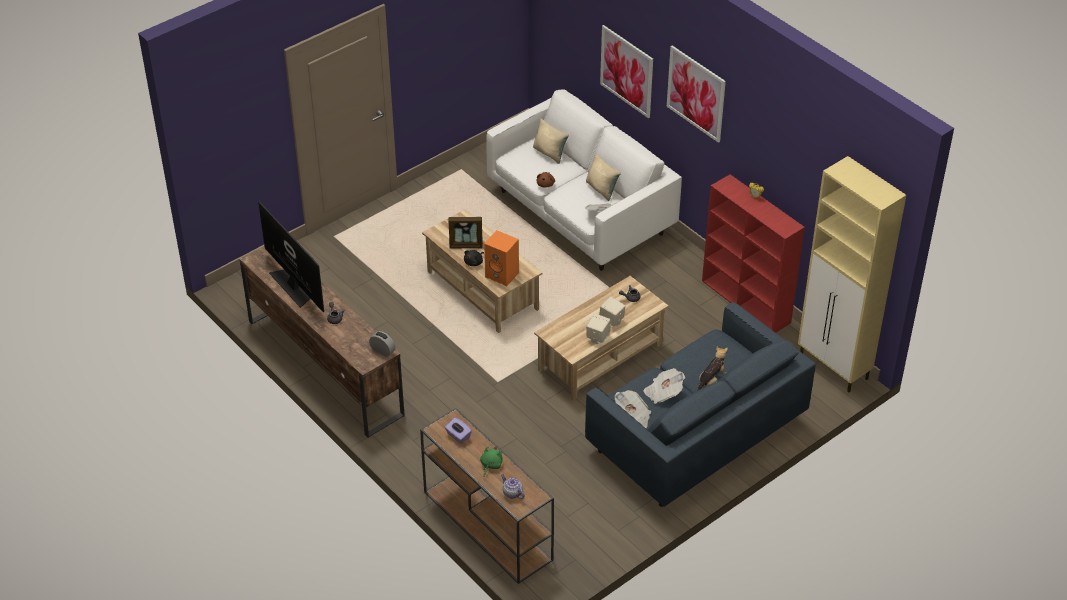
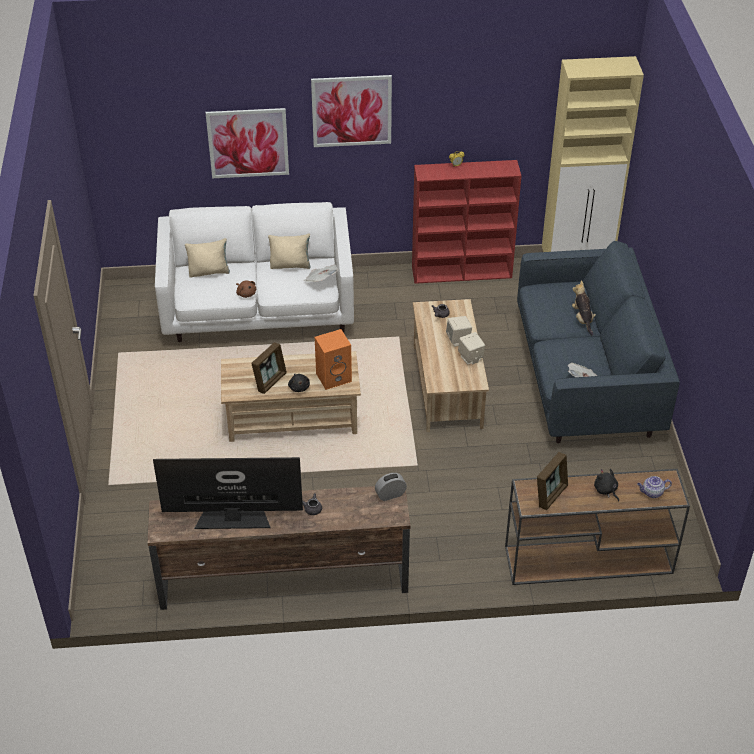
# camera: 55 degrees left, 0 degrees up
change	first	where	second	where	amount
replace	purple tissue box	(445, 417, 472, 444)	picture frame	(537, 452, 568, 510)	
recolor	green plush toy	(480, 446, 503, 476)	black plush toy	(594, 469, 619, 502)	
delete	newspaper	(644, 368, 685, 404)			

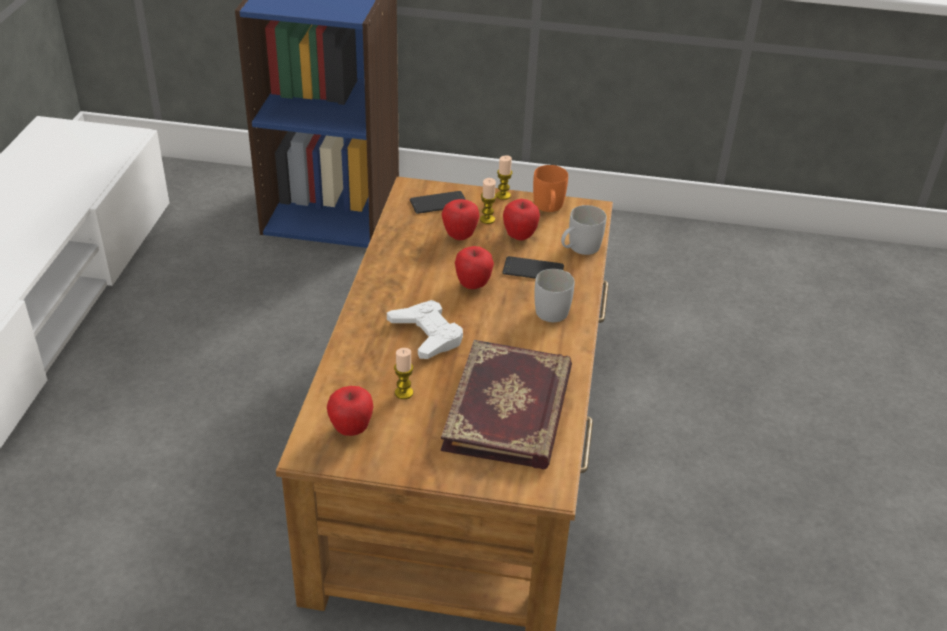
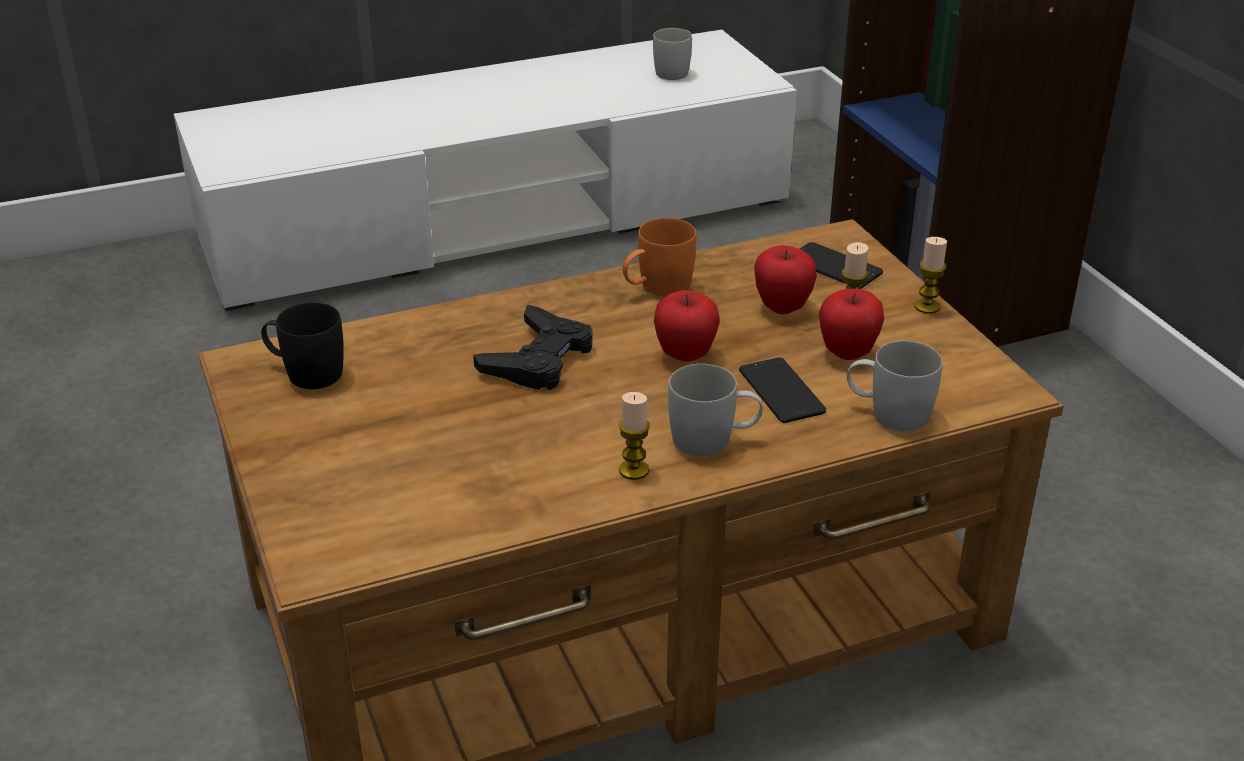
# camera: 60 degrees right, 5 degrees down
change	first	where	second	where	amount
replace	apple	(327, 386, 374, 436)	black mug	(261, 302, 344, 389)	
recolor	white game controller	(387, 300, 463, 359)	black game controller	(473, 305, 593, 390)	
move	candle	(394, 348, 413, 399)		(619, 392, 650, 480)	
delete	book	(441, 340, 572, 469)			
move	orange mug	(533, 165, 568, 212)		(623, 218, 696, 296)	
insert			white mug	(653, 28, 692, 80)	

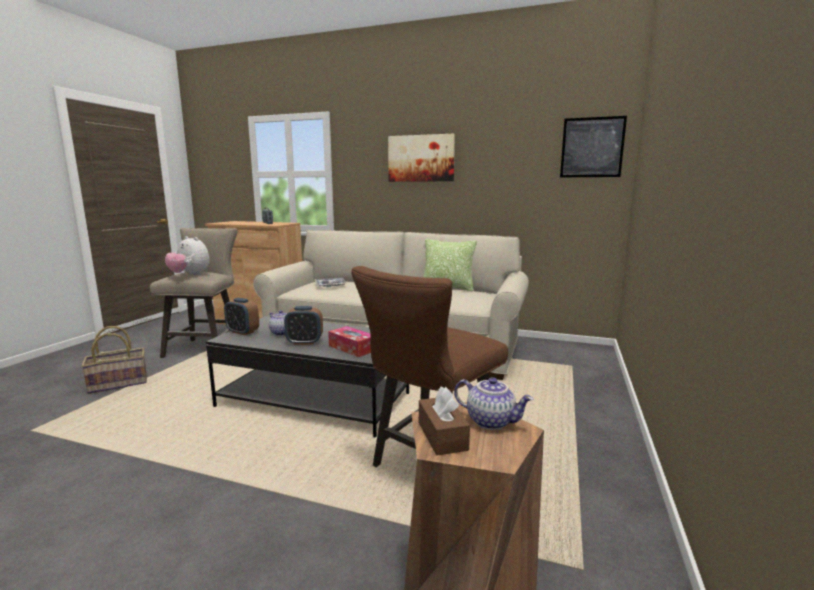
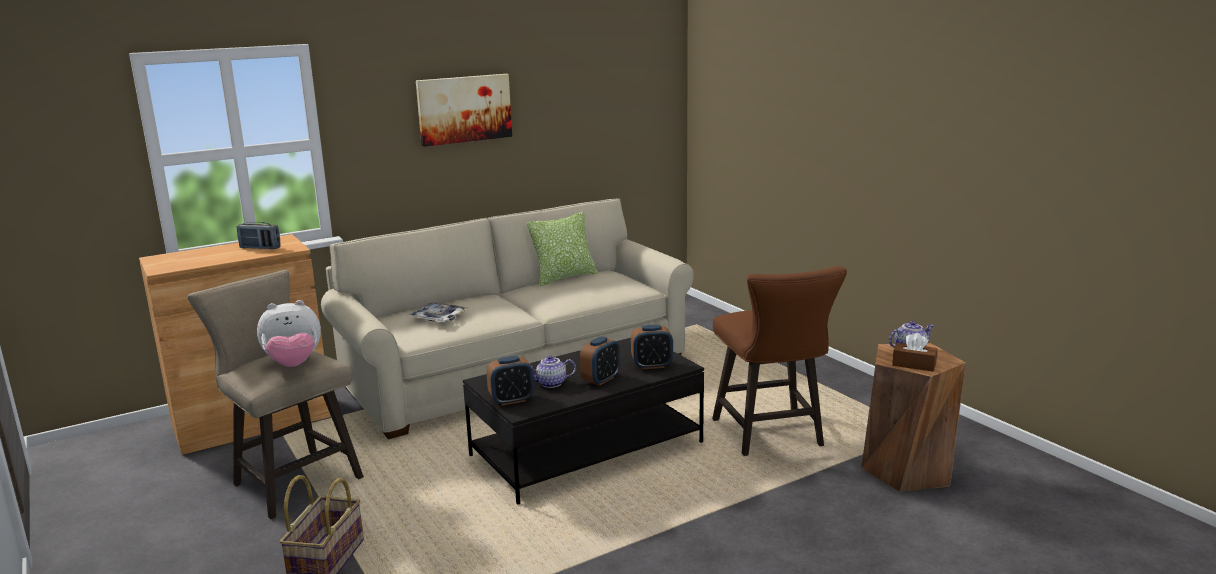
# camera: 50 degrees left, 5 degrees up
change	first	where	second	where	amount
replace	tissue box	(328, 326, 371, 357)	alarm clock	(631, 325, 673, 369)	
delete	picture	(560, 116, 627, 178)			

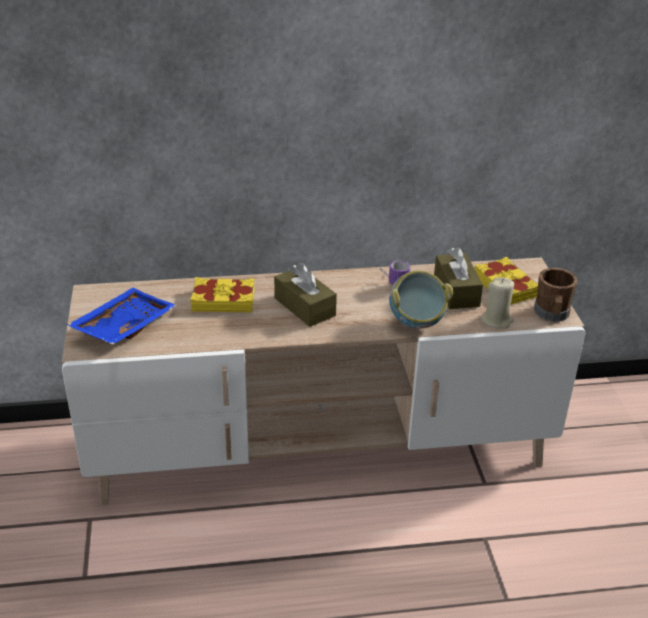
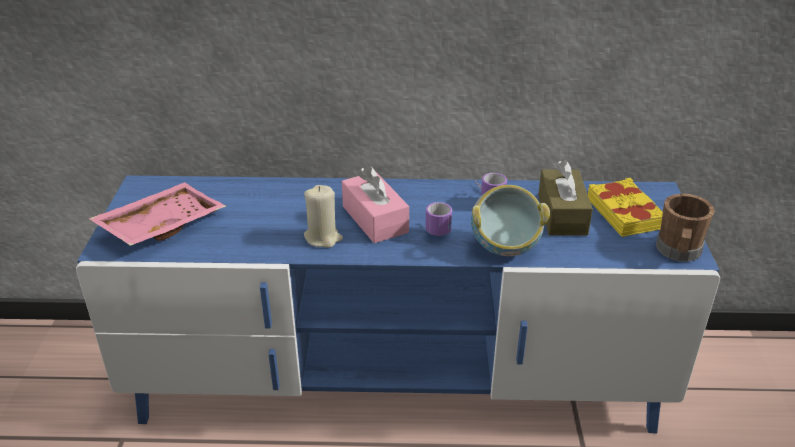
# camera: 10 degrees right, 0 degrees up
change	first	where	second	where	amount
recolor	beige tv stand	(62, 258, 586, 505)	blue tv stand	(76, 175, 720, 433)	
recolor	blue tray	(67, 288, 177, 345)	pink tray	(89, 182, 226, 246)	
delete	yellow book	(190, 277, 254, 312)			
recolor	brown tissue box	(274, 263, 337, 327)	pink tissue box	(342, 166, 409, 243)	
move	beige candle	(481, 277, 514, 328)		(304, 185, 343, 248)	
insert			mug	(425, 202, 452, 236)	

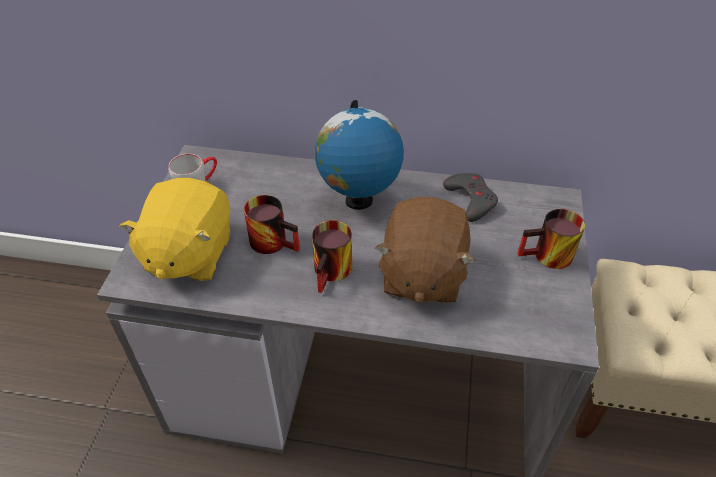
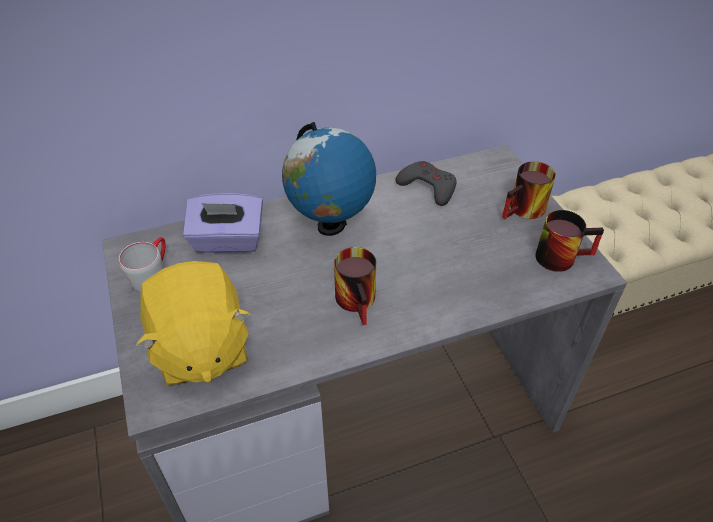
# camera: 30 degrees left, 0 degrees up
change	first	where	second	where	amount
move	mug	(244, 195, 300, 254)		(535, 210, 604, 272)	
delete	brown plush toy	(375, 197, 475, 304)			
insert			purple tissue box	(183, 193, 263, 253)	

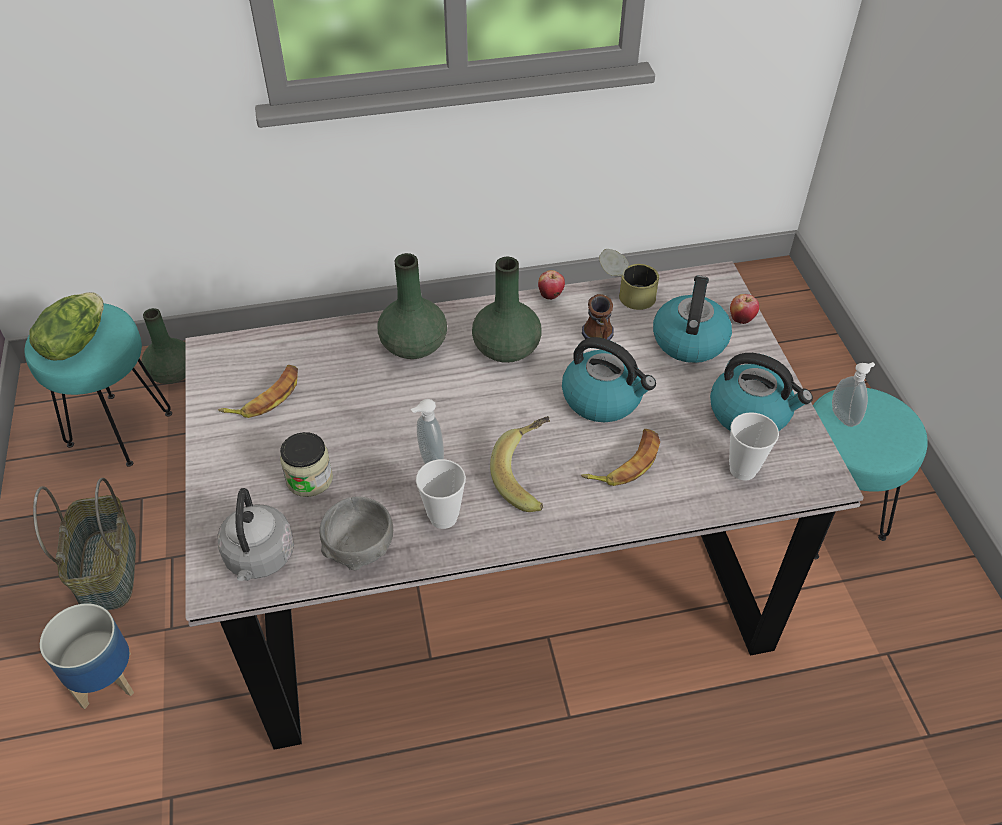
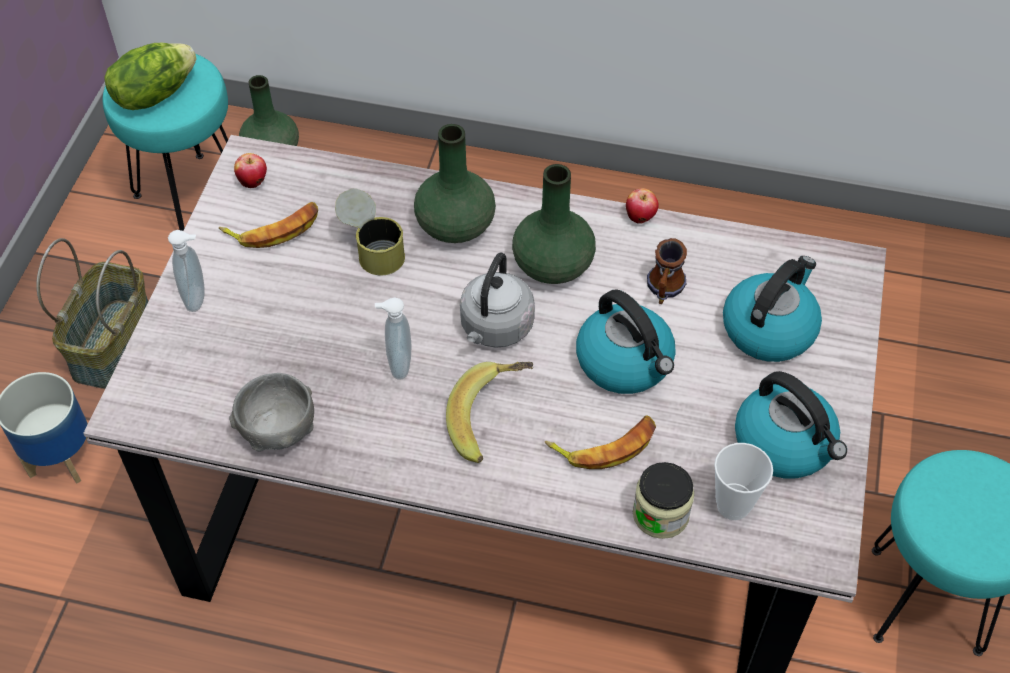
# camera: 25 degrees right, 5 degrees up
change	first	where	second	where	amount
move	grey kettle	(217, 488, 294, 581)		(460, 253, 535, 348)	
move	jar	(280, 432, 333, 497)		(633, 462, 694, 539)	
delete	cup	(416, 459, 466, 529)			
move	can	(599, 249, 659, 310)		(335, 188, 405, 275)	
move	apple	(730, 294, 759, 324)		(234, 153, 267, 188)	
move	soap dispenser	(832, 362, 875, 427)		(168, 230, 205, 312)	

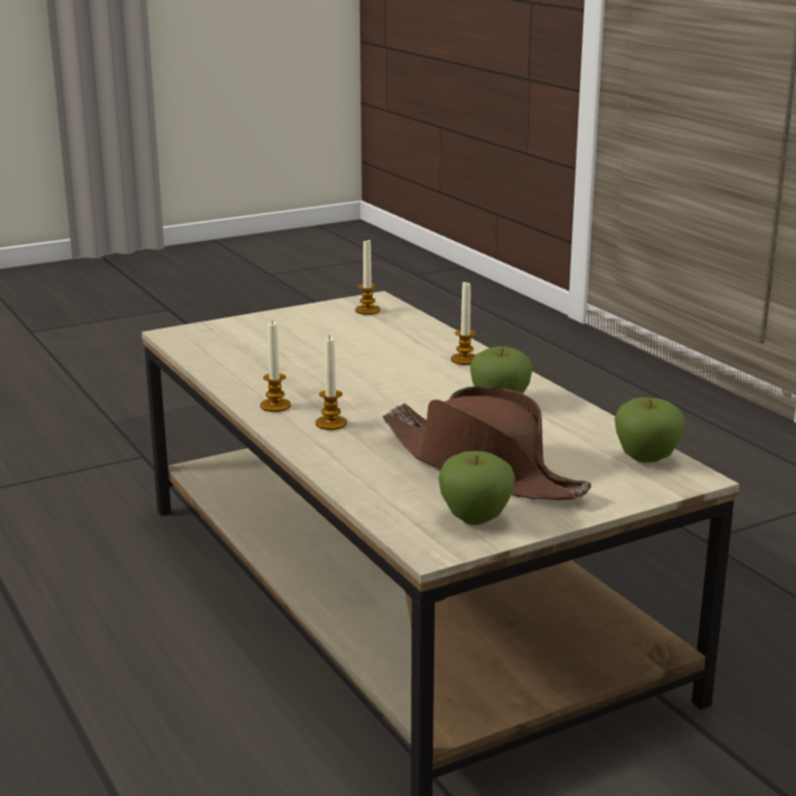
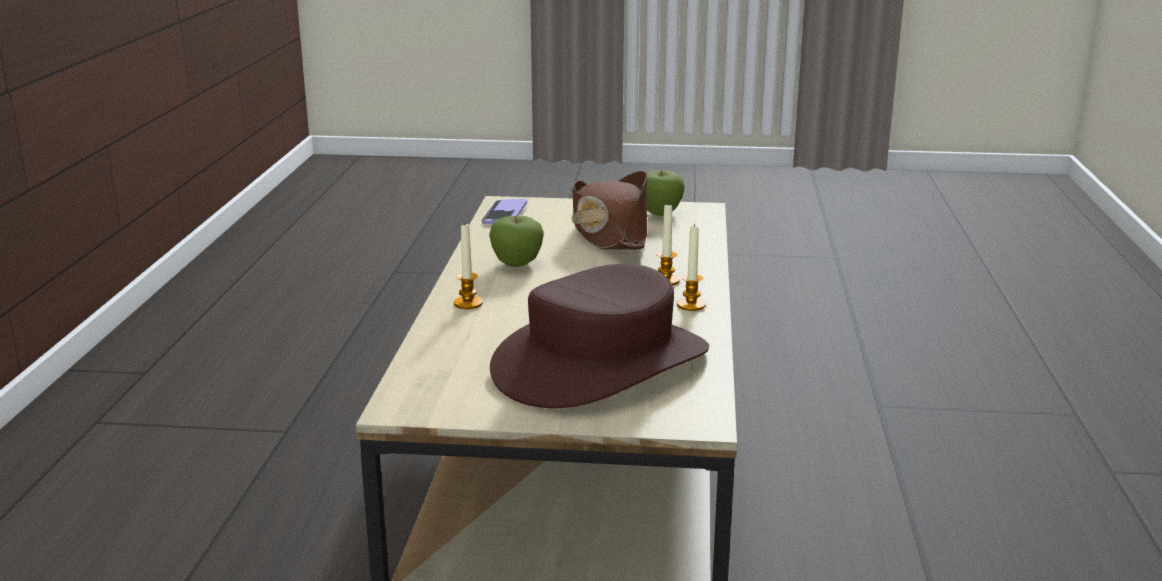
# camera: 145 degrees left, 0 degrees up
change	first	where	second	where	amount
delete	candle	(355, 240, 380, 315)			
replace	apple	(614, 397, 685, 463)	phone	(482, 199, 527, 224)	
insert			brown hat	(490, 264, 709, 408)	

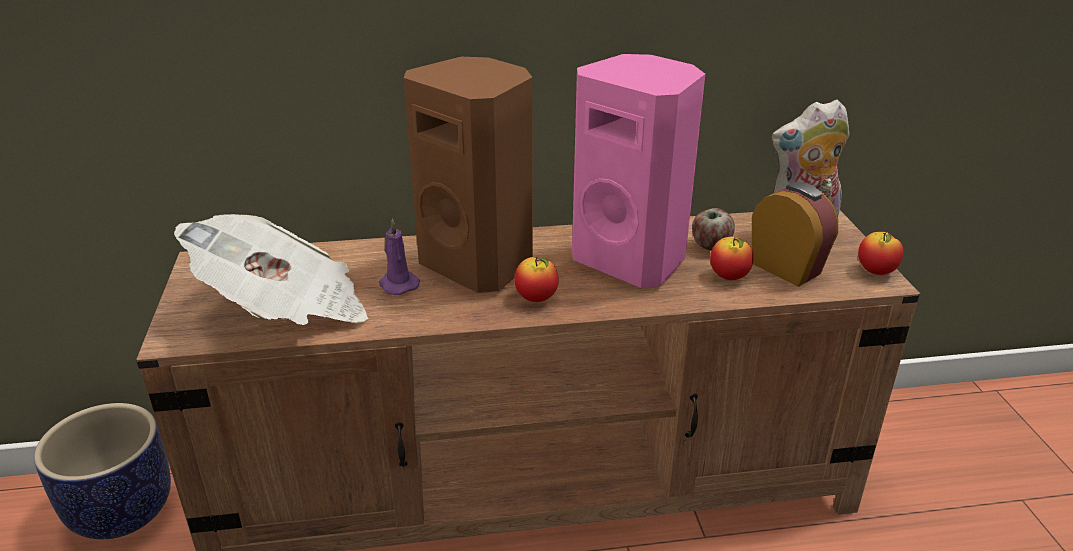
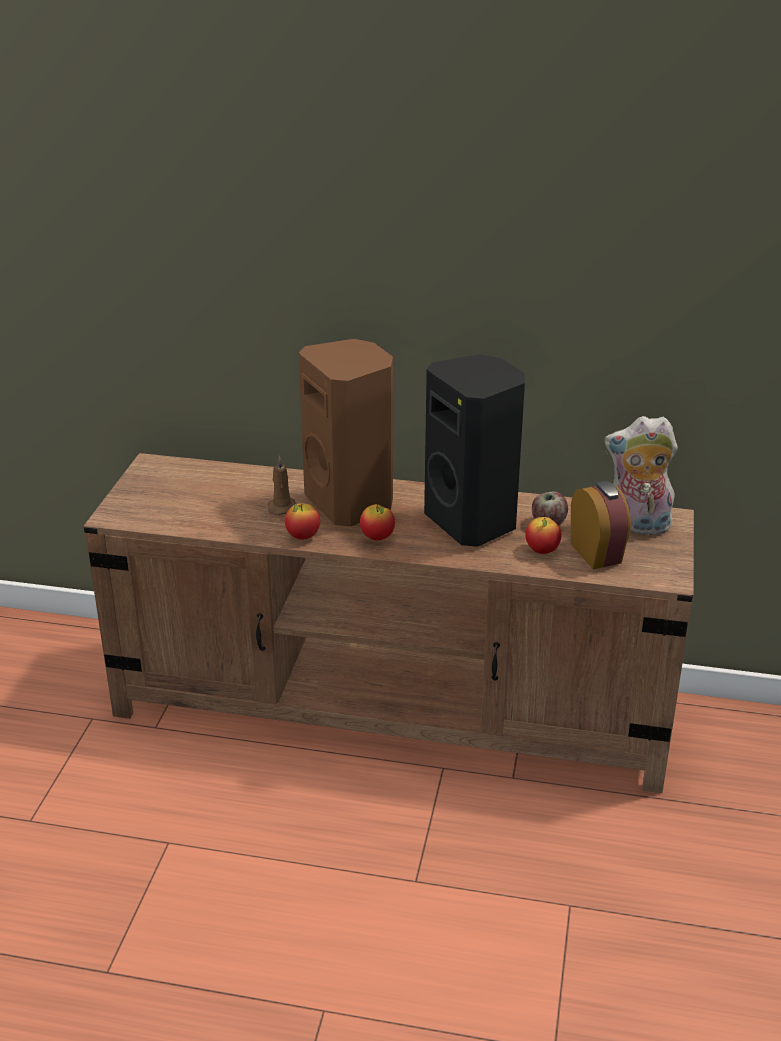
# camera: 20 degrees right, 0 degrees up
change	first	where	second	where	amount
delete	planter	(34, 403, 171, 539)			
delete	newspaper	(174, 214, 368, 325)			
recolor	purple candle	(379, 218, 420, 295)	brown candle	(268, 456, 296, 515)	
recolor	pink speaker	(572, 54, 705, 288)	black speaker	(424, 354, 525, 547)	
move	apple	(858, 232, 904, 275)		(285, 503, 320, 539)	

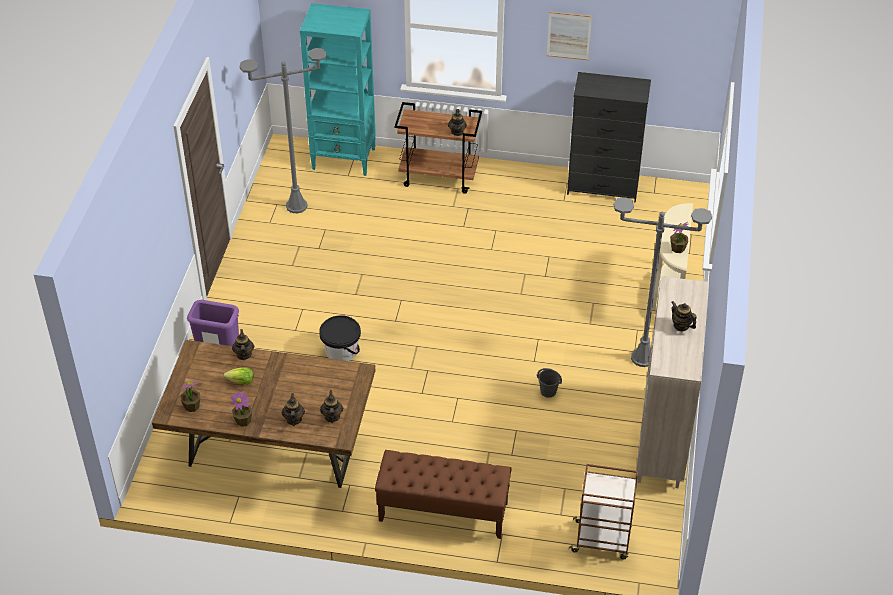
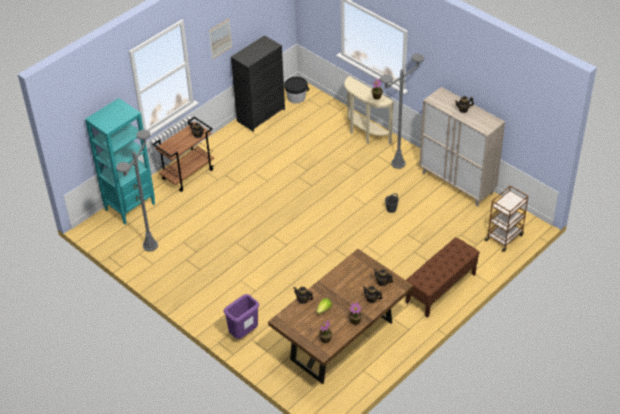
# camera: 55 degrees left, 0 degrees up
change	first	where	second	where	amount
move	black bucket	(319, 315, 361, 361)		(284, 77, 309, 104)	

